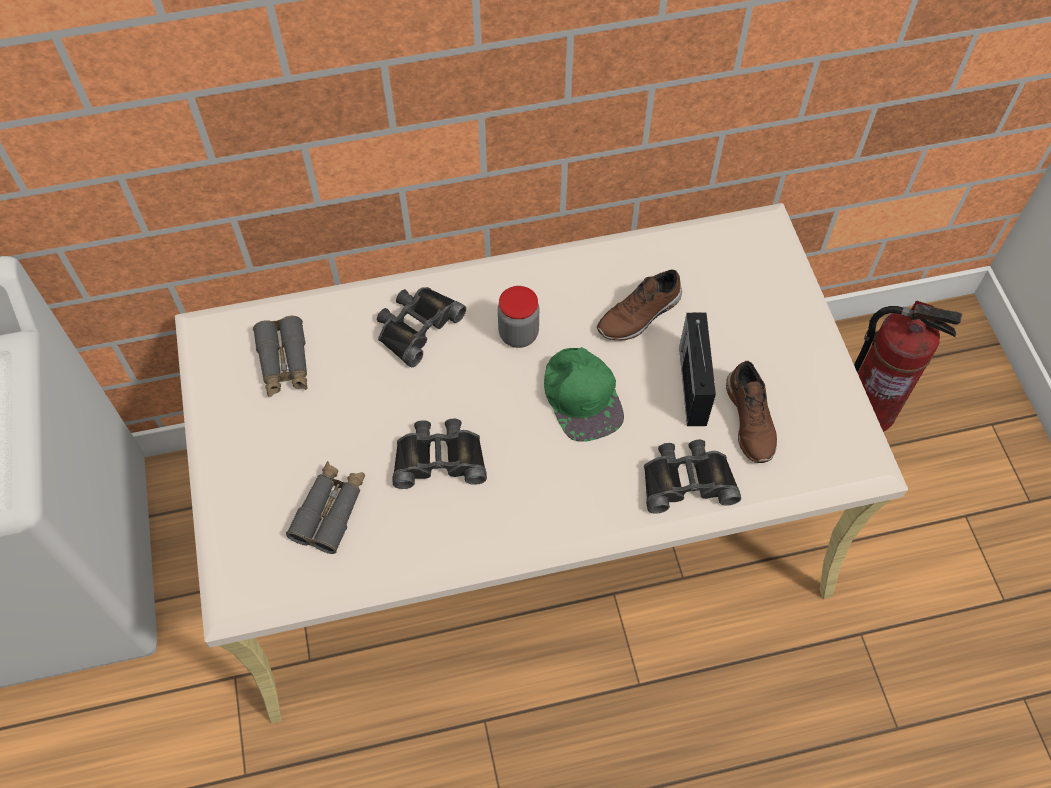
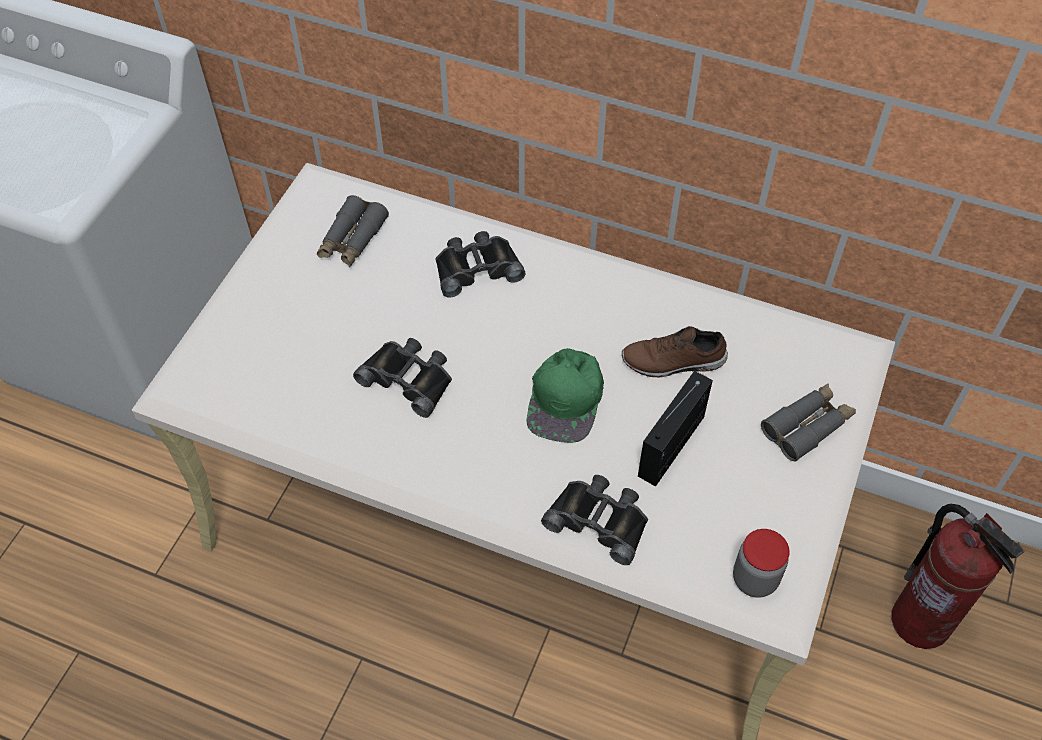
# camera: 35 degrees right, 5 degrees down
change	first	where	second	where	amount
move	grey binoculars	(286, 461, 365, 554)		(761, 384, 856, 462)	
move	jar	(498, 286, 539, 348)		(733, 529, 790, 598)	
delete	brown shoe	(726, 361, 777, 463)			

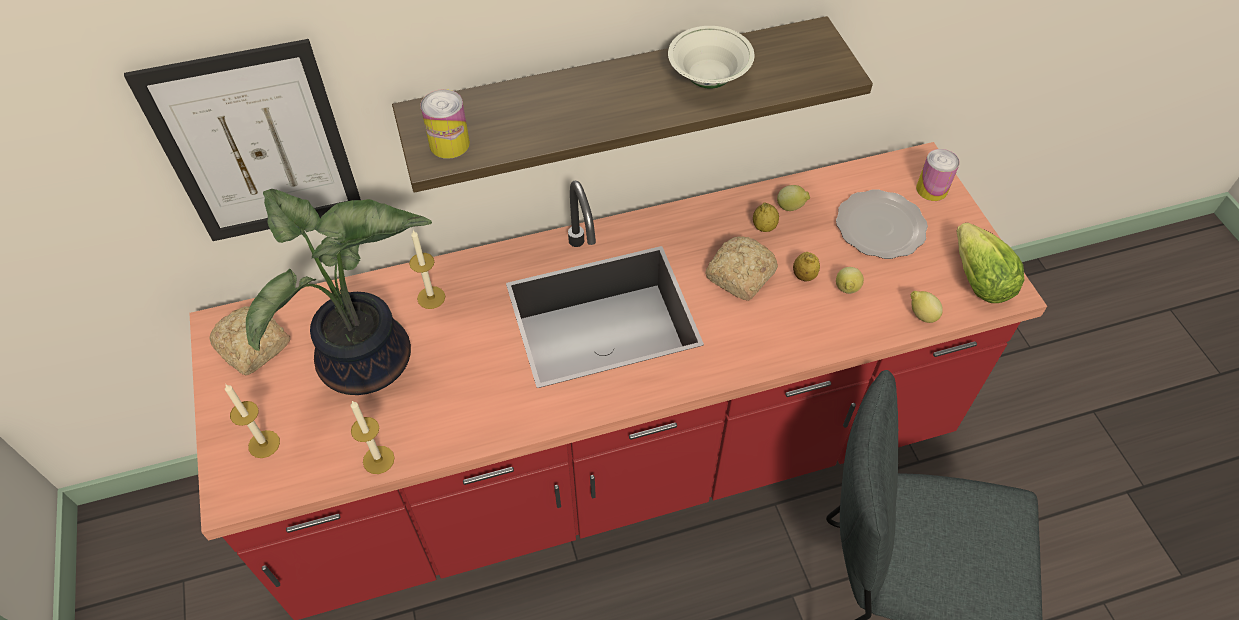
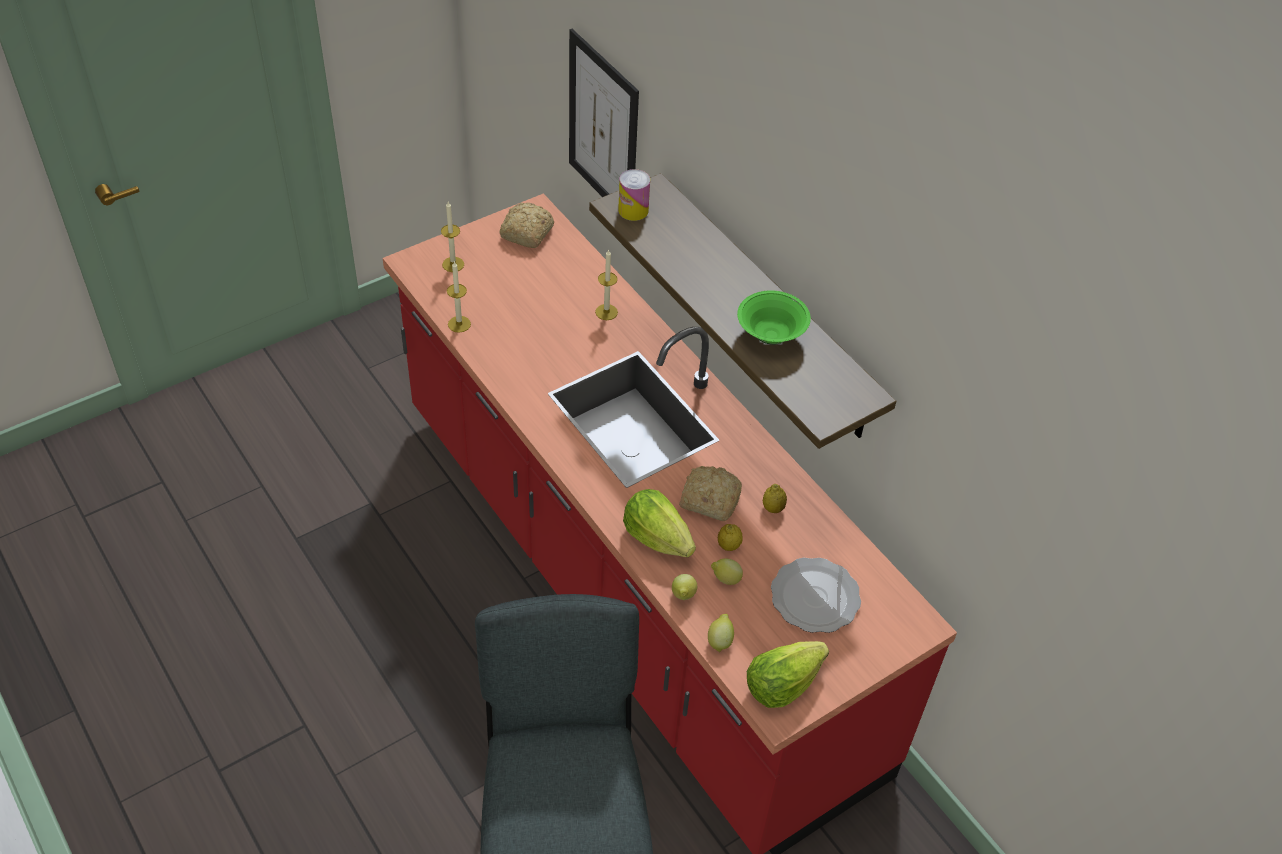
# camera: 70 degrees right, 5 degrees down
change	first	where	second	where	amount
delete	potted plant	(246, 189, 432, 395)			
recolor	white bowl	(668, 26, 754, 89)	green bowl	(737, 290, 811, 345)	
move	lemon	(777, 185, 810, 211)		(672, 574, 697, 600)	
delete	can	(916, 149, 960, 201)			
insert			lettuce	(623, 489, 696, 557)	

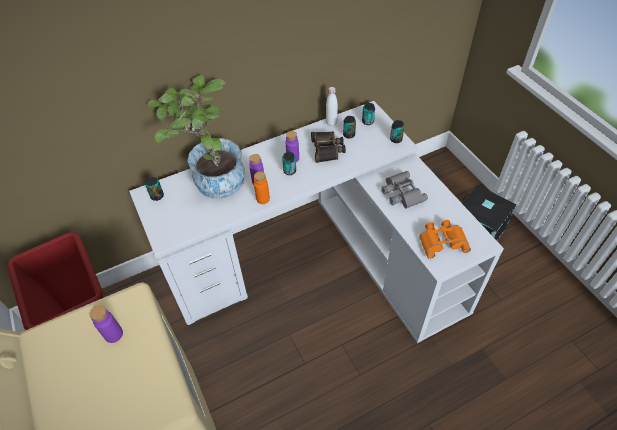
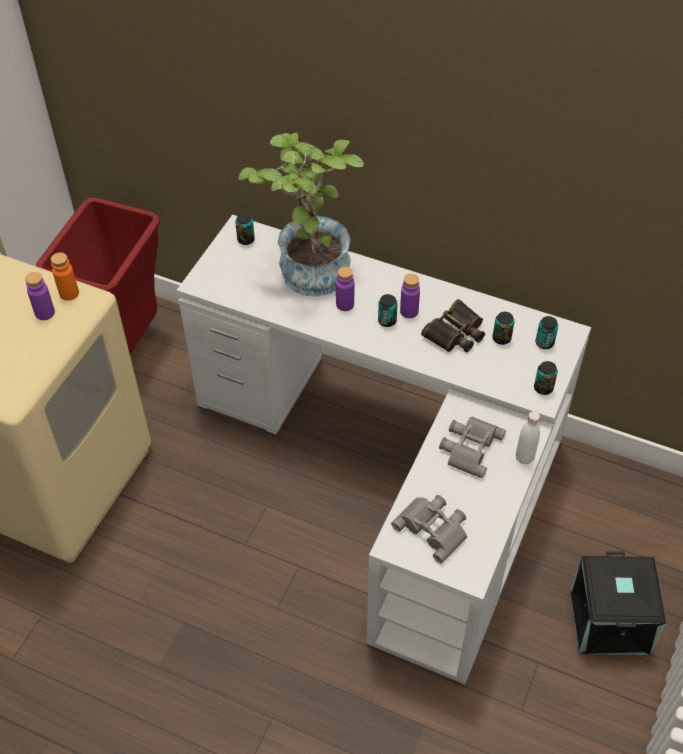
# camera: 50 degrees right, 0 degrees up
change	first	where	second	where	amount
move	orange bottle	(254, 172, 270, 204)		(51, 252, 79, 301)	
move	white bottle	(326, 87, 338, 126)		(516, 411, 540, 464)	
recolor	orange binoculars	(419, 220, 471, 259)	grey binoculars	(391, 495, 467, 563)	

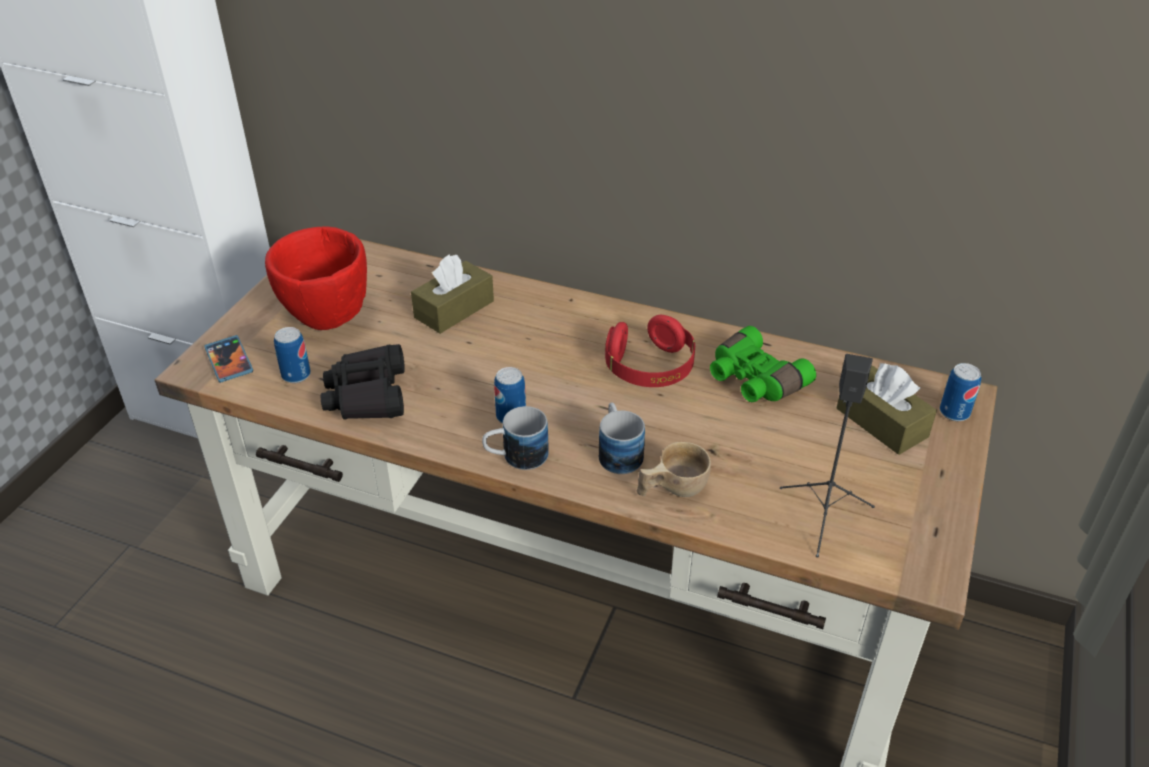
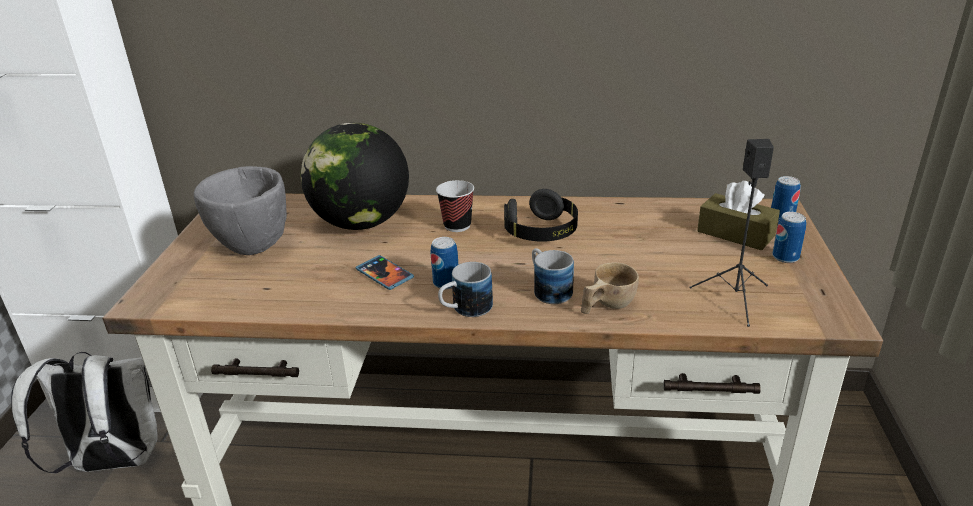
# camera: 15 degrees left, 10 degrees down
change	first	where	second	where	amount
move	phone	(204, 335, 253, 383)		(356, 255, 414, 290)	
recolor	red bowl	(265, 226, 367, 330)	grey bowl	(194, 166, 287, 255)	
move	can	(274, 327, 311, 383)		(772, 212, 806, 263)	
delete	black binoculars	(321, 344, 405, 420)			
replace	brown tissue box	(411, 255, 494, 334)	globe	(301, 123, 409, 230)	
recolor	red headphones	(605, 315, 695, 387)	black headphones	(504, 189, 578, 242)	
delete	green binoculars	(710, 326, 816, 402)			
insert			white backpack	(11, 352, 158, 474)	
insert			cup	(436, 180, 474, 232)	

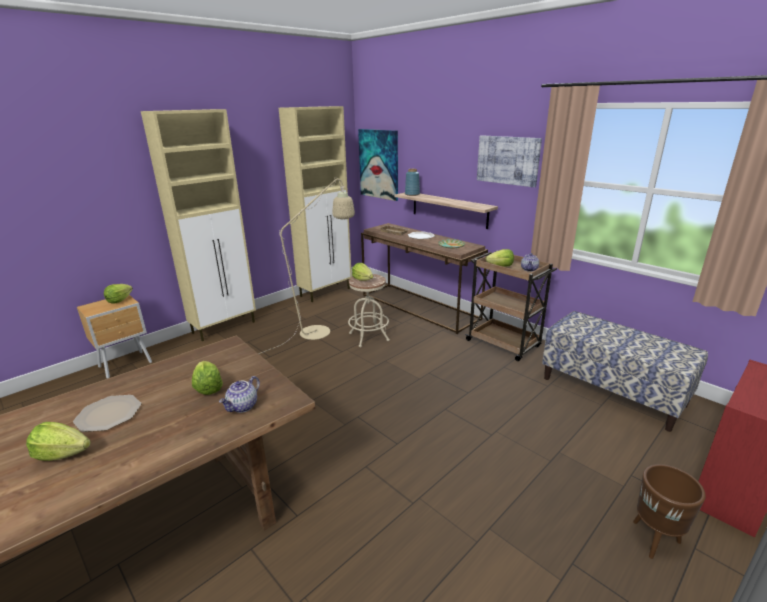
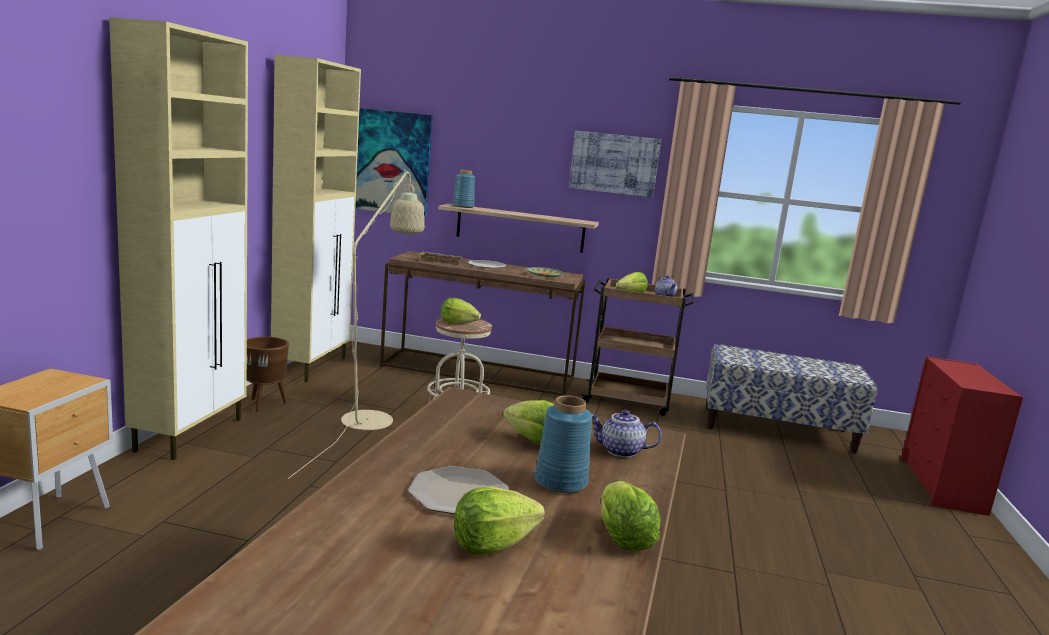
# camera: 35 degrees left, 10 degrees down
change	first	where	second	where	amount
move	lettuce	(104, 284, 133, 304)		(601, 481, 661, 551)	
rotate	teapot	(219, 376, 260, 413)		(592, 410, 661, 458)	105 degrees clockwise
move	brown planter	(633, 464, 706, 559)		(247, 337, 289, 412)	
insert			blue vase	(535, 395, 592, 493)	

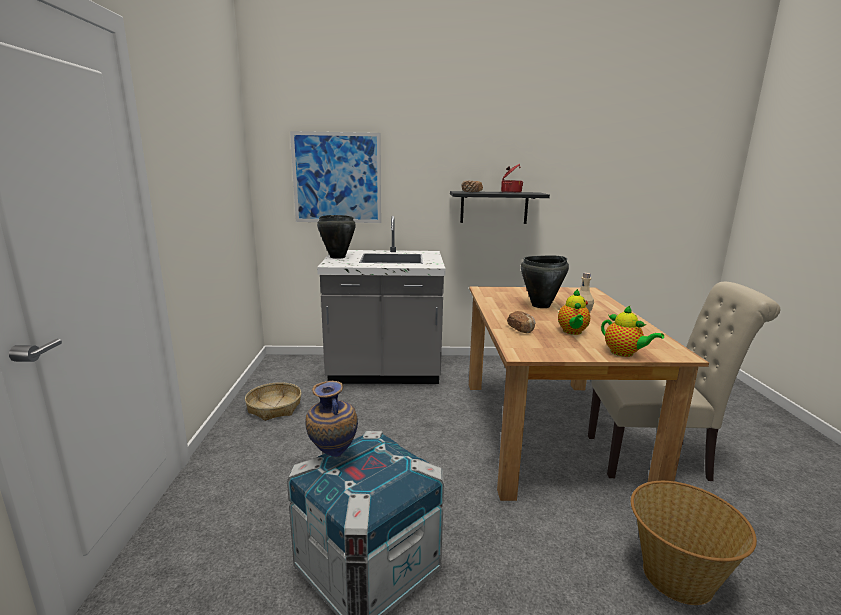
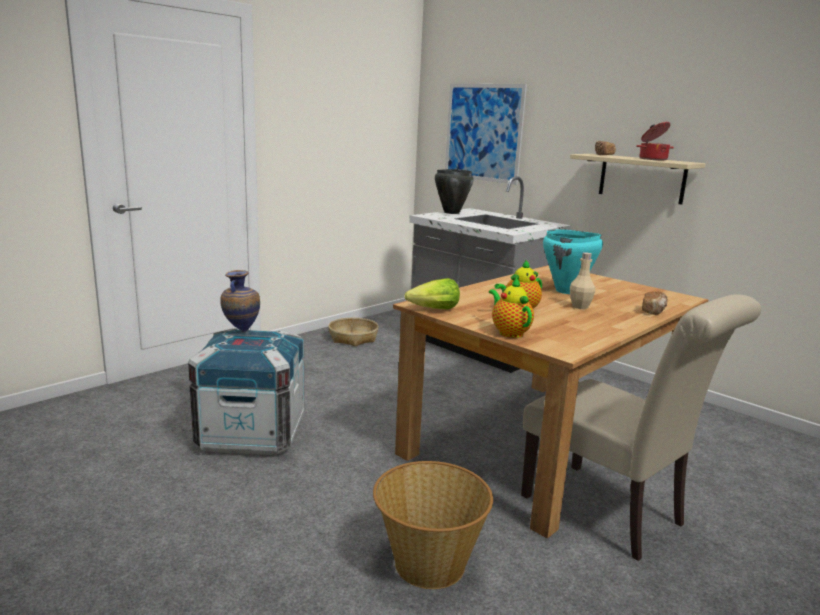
# camera: 45 degrees right, 0 degrees up
change	first	where	second	where	amount
recolor	black shelf	(450, 191, 550, 224)	beige shelf	(570, 154, 706, 205)	
move	bread	(507, 311, 535, 333)		(642, 291, 668, 315)	
recolor	black cooking pot	(521, 256, 569, 308)	turquoise cooking pot	(543, 229, 603, 294)	
rotate	teapot	(601, 306, 664, 357)		(489, 278, 534, 338)	150 degrees clockwise
insert			lettuce	(405, 278, 460, 309)	

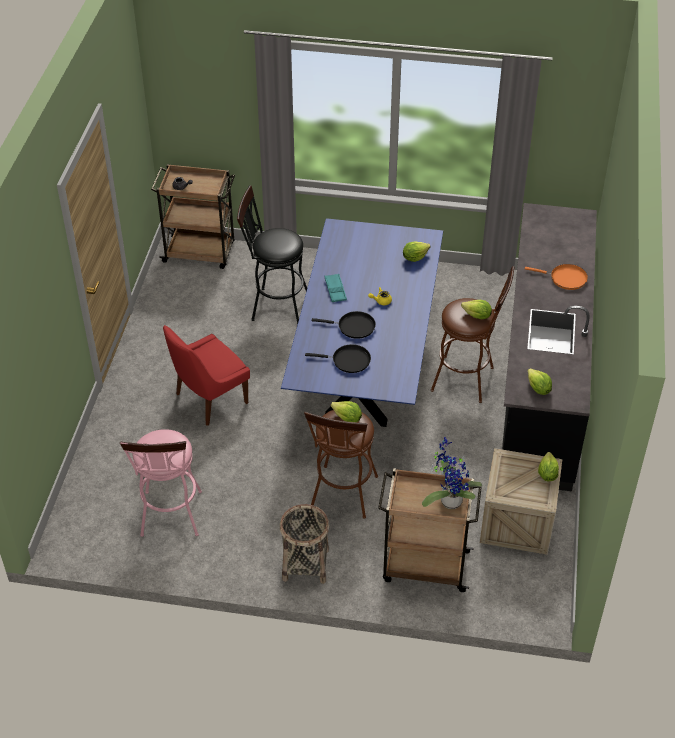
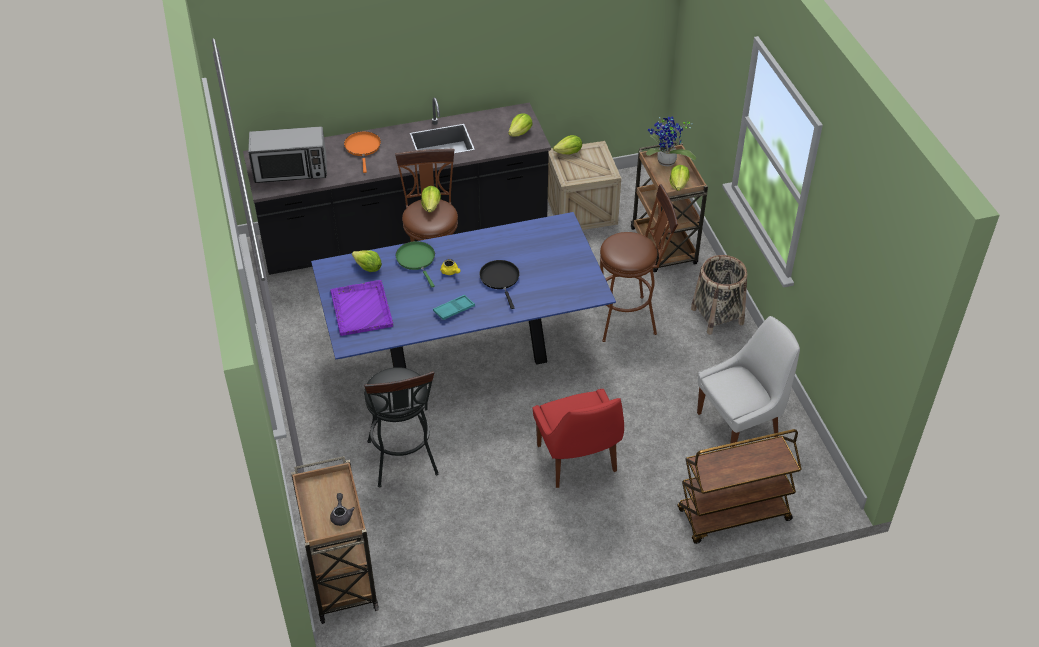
# camera: 115 degrees left, 0 degrees up
change	first	where	second	where	amount
replace	pink stool	(120, 429, 202, 537)	white chair	(697, 316, 800, 447)	
rotate	red chair	(163, 325, 250, 426)		(533, 389, 624, 488)	45 degrees clockwise
delete	black frying pan	(305, 344, 371, 373)			
move	lettuce	(331, 401, 362, 422)		(670, 165, 690, 191)	
insert			microwave	(248, 126, 327, 183)	
insert			purple tray	(330, 280, 393, 336)	
insert			green frying pan	(396, 241, 435, 288)	
insert			brown cart	(677, 429, 802, 544)	

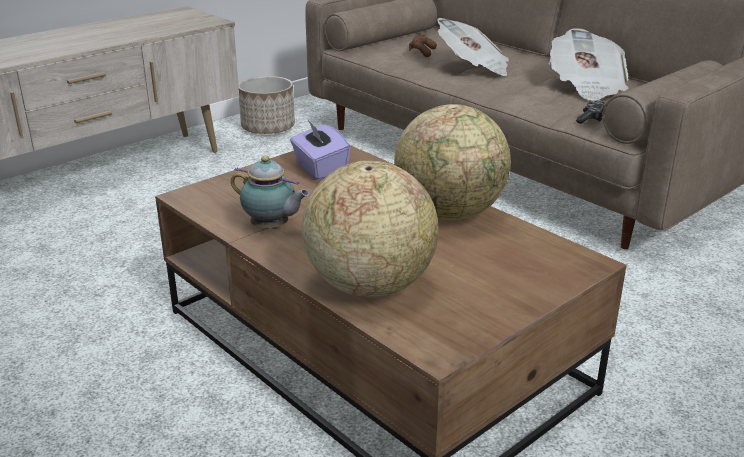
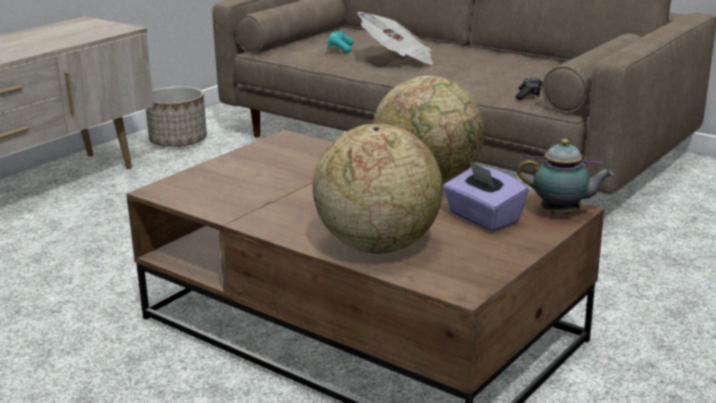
# camera: 10 degrees left, 5 degrees down
change	first	where	second	where	amount
move	teapot	(231, 156, 309, 229)		(517, 139, 614, 214)	
move	purple tissue box	(290, 120, 350, 180)		(443, 161, 529, 232)	
recolor	brown game controller	(409, 34, 437, 57)	turquoise game controller	(327, 30, 354, 53)	
delete	newspaper	(549, 28, 629, 101)			

